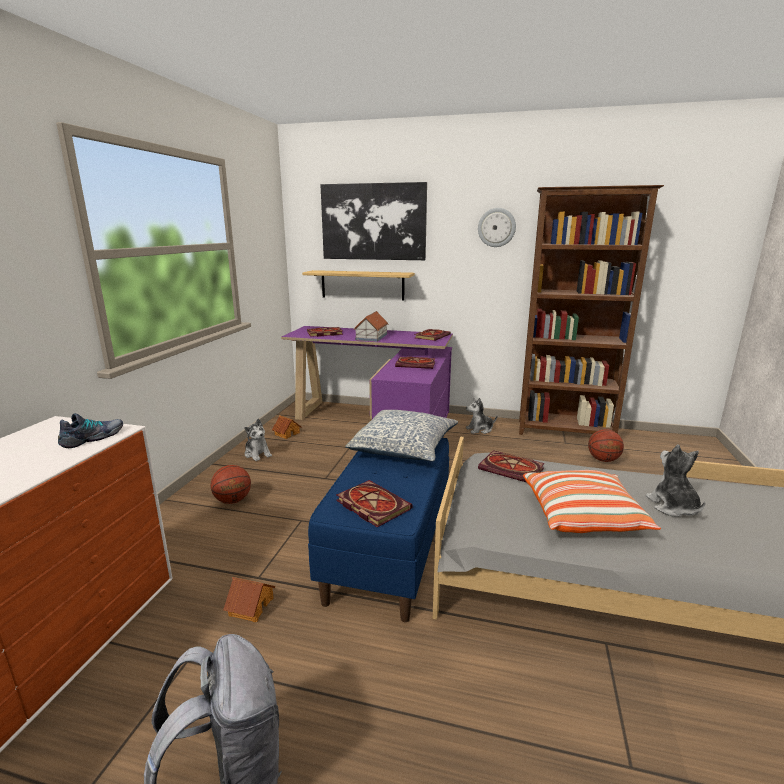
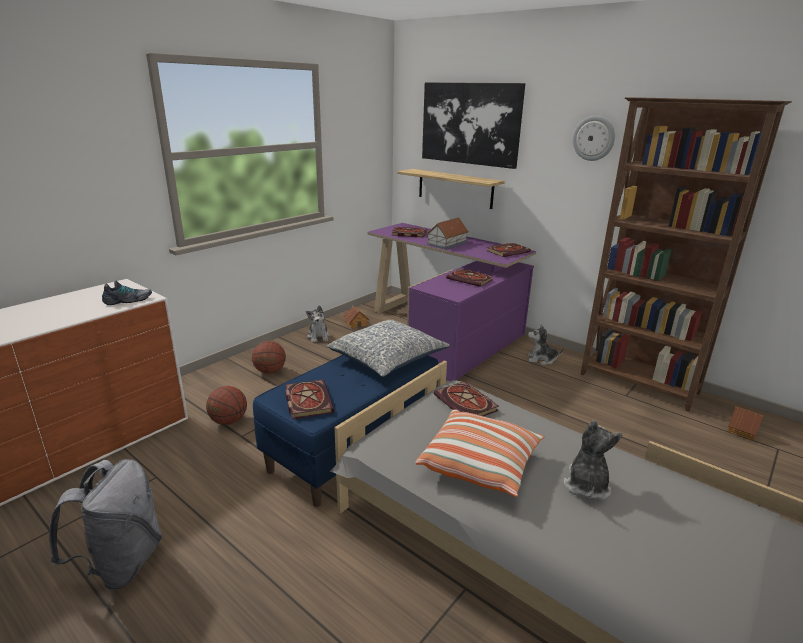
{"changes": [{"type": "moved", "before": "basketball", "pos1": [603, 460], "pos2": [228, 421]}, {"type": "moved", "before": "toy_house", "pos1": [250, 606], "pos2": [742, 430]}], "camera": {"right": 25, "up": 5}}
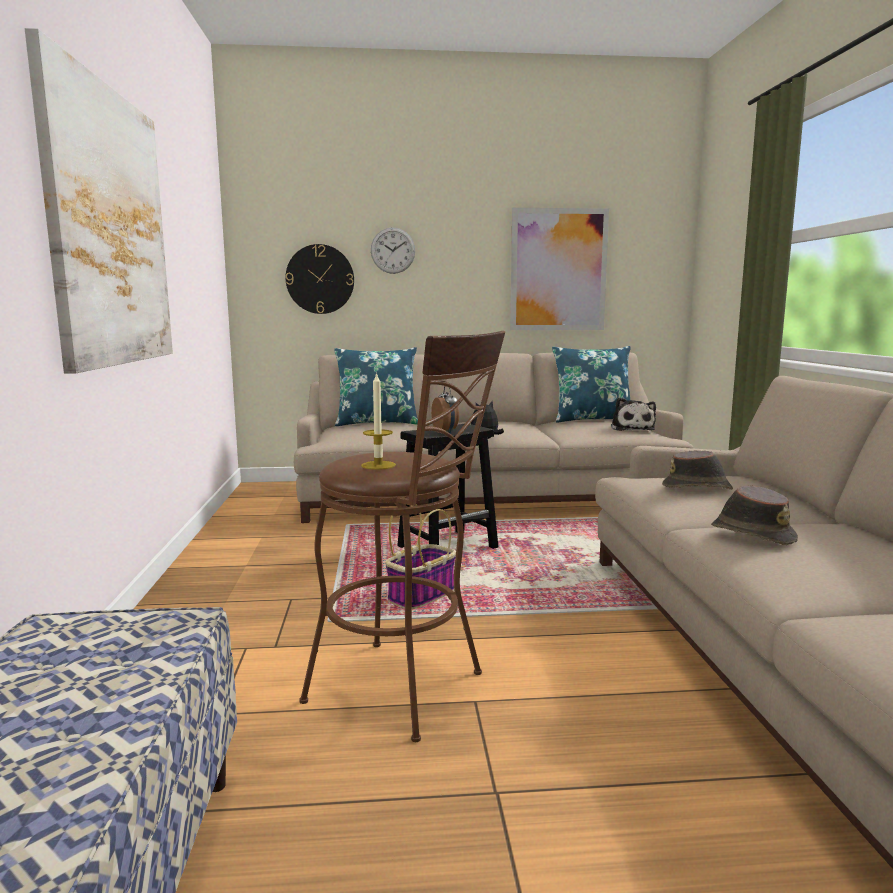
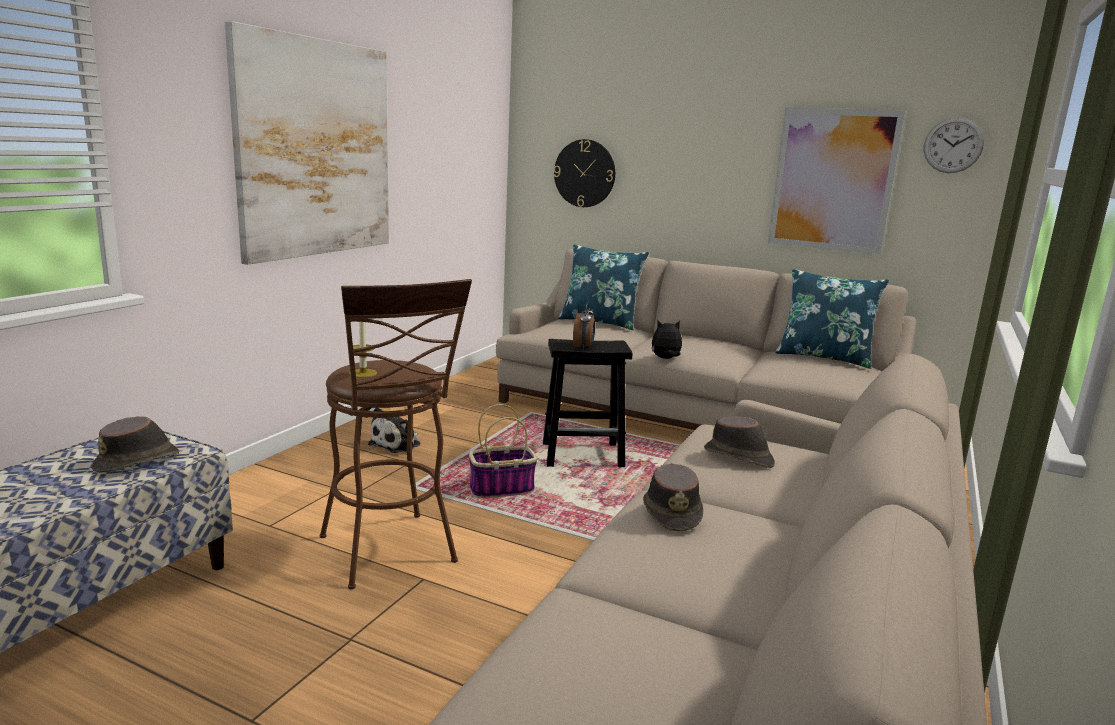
{"changes": [{"type": "moved", "before": "wall_clock", "pos1": [393, 250], "pos2": [953, 145]}, {"type": "moved", "before": "plush_toy", "pos1": [631, 428], "pos2": [397, 444]}, {"type": "added", "after": "brown_hat", "pos2": [138, 461]}], "camera": {"right": 30, "up": 5}}
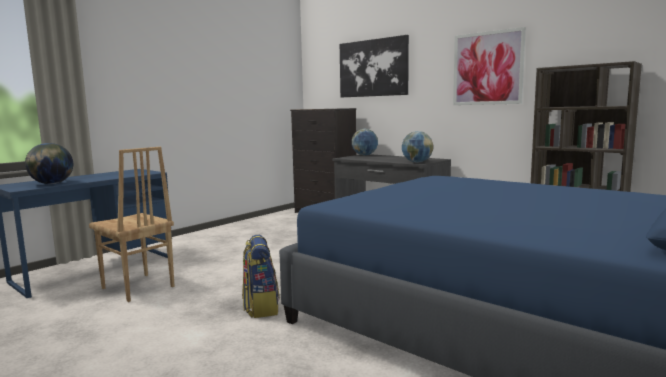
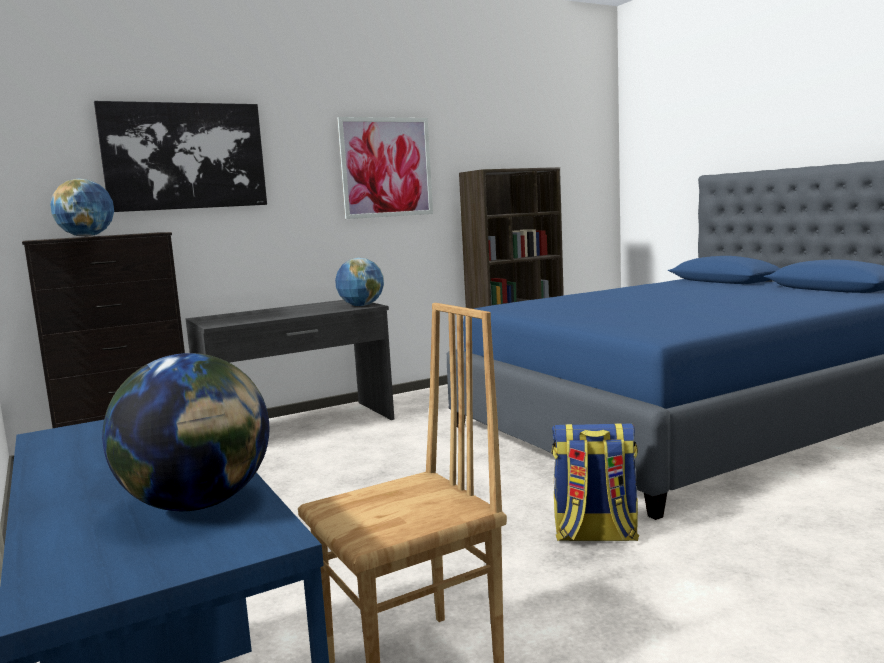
{"changes": [{"type": "moved", "before": "globe", "pos1": [364, 155], "pos2": [87, 236]}], "camera": {"right": -70, "up": 0}}
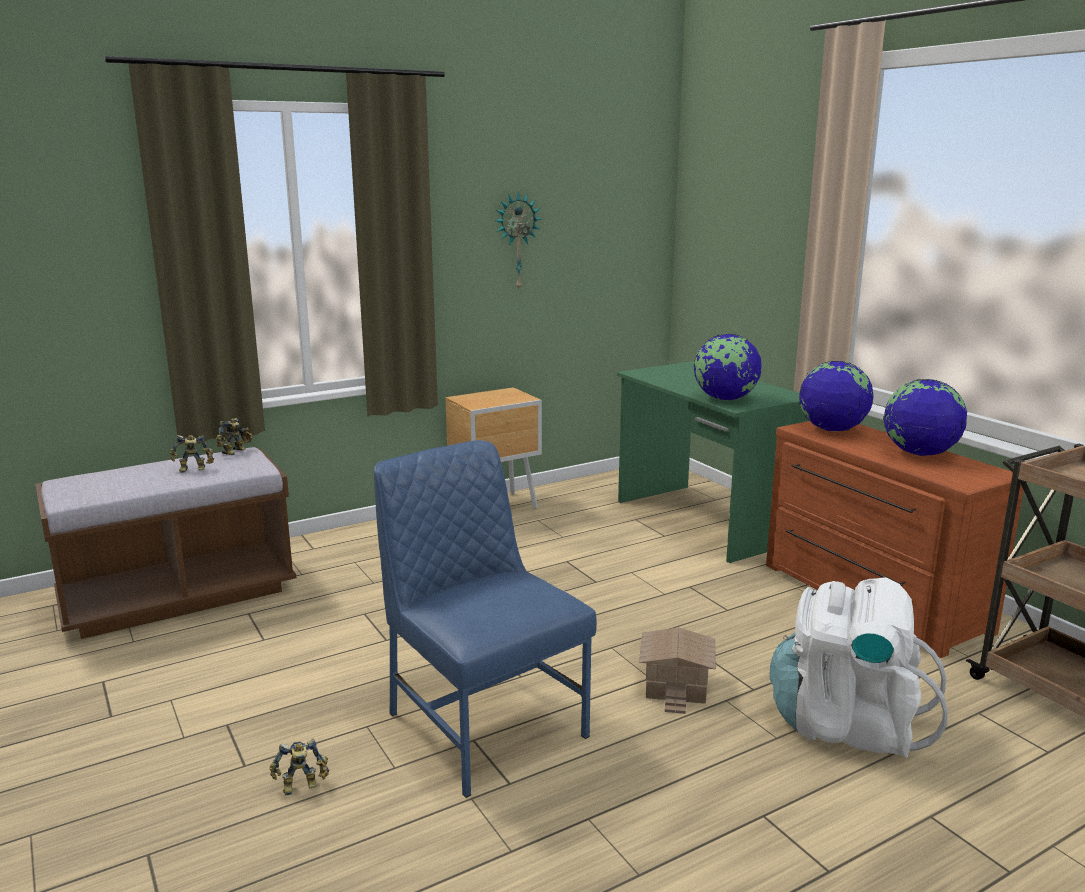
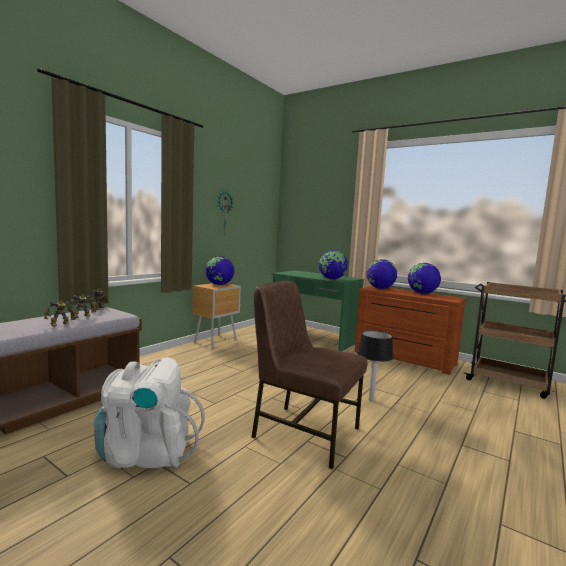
{"changes": [{"type": "recoloured", "before": "blue_chair", "after": "brown_chair", "pos1": [483, 724], "pos2": [304, 432]}, {"type": "moved", "before": "white_backpack", "pos1": [847, 725], "pos2": [147, 453]}, {"type": "replaced", "before": "toy_house", "after": "table_lamp", "pos1": [678, 684], "pos2": [371, 399]}, {"type": "moved", "before": "toy_robot", "pos1": [301, 787], "pos2": [61, 324]}, {"type": "added", "after": "globe", "pos2": [219, 284]}], "camera": {"right": -25, "up": -10}}
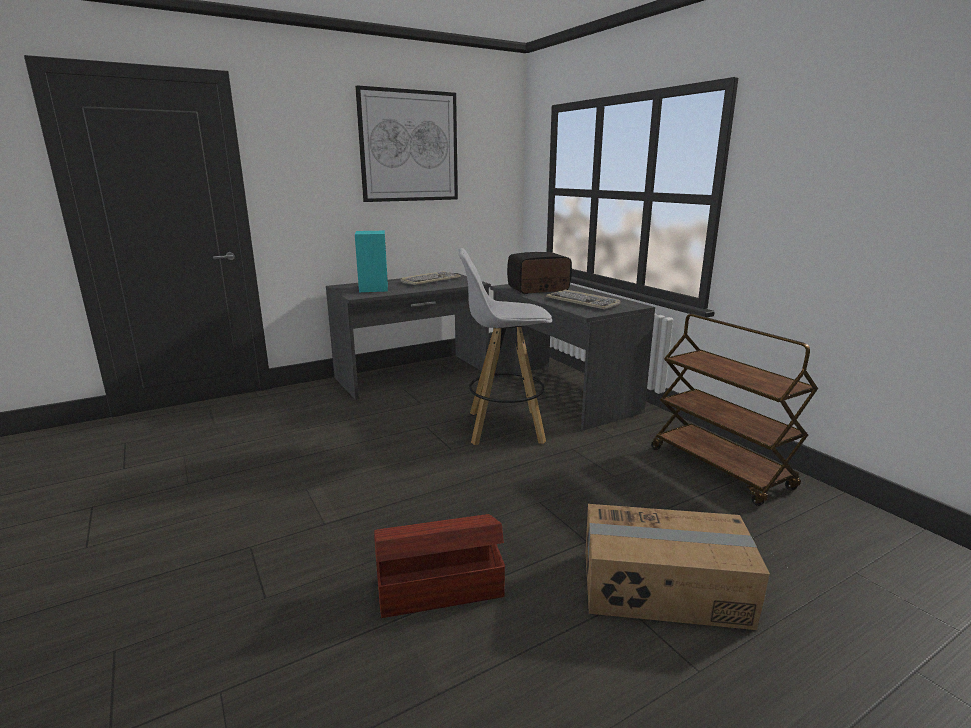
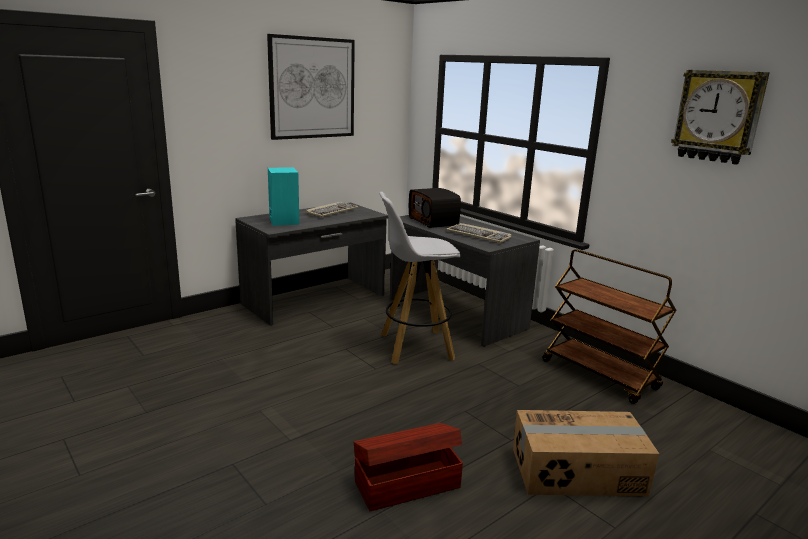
{"changes": [{"type": "turned", "before": "radio", "pos1": [538, 289], "pos2": [434, 221], "turn": -90}, {"type": "added", "after": "wall_clock", "pos2": [718, 116]}], "camera": {"right": -10, "up": 0}}
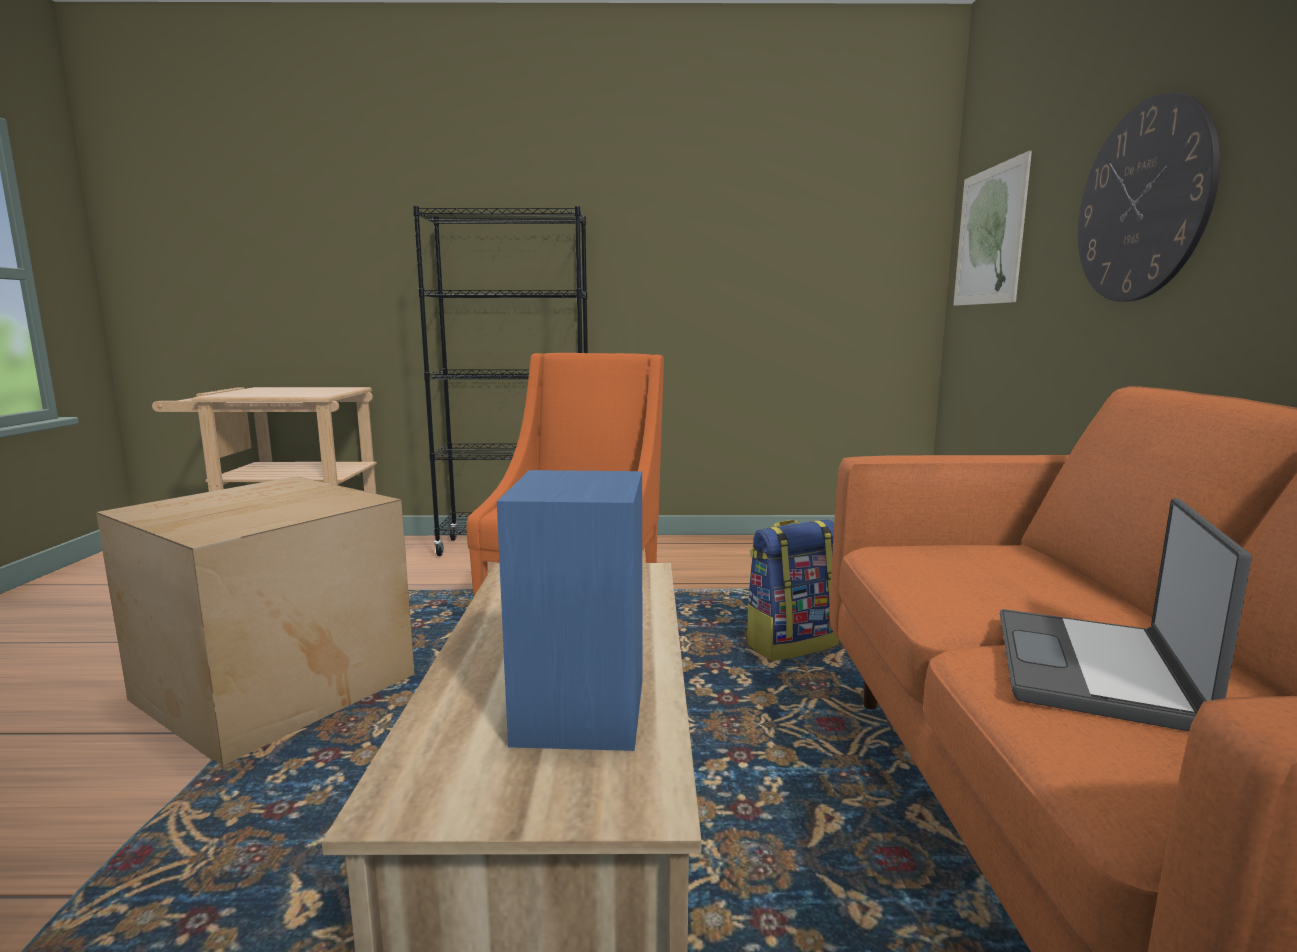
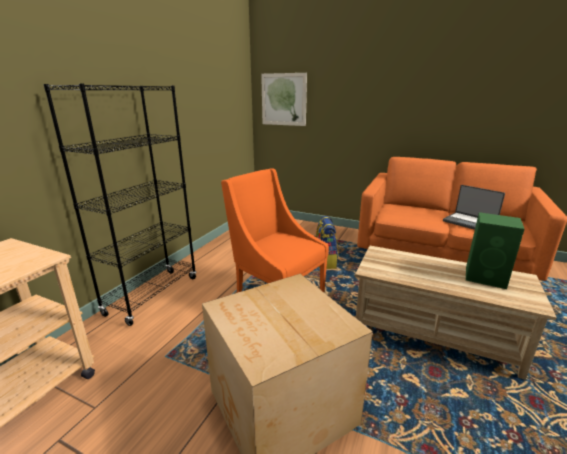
{"changes": [{"type": "removed", "before": "wall_clock", "pos1": [1142, 202]}, {"type": "recoloured", "before": "blue_speaker", "after": "green_speaker", "pos1": [580, 713], "pos2": [486, 277]}], "camera": {"right": -65, "up": 10}}
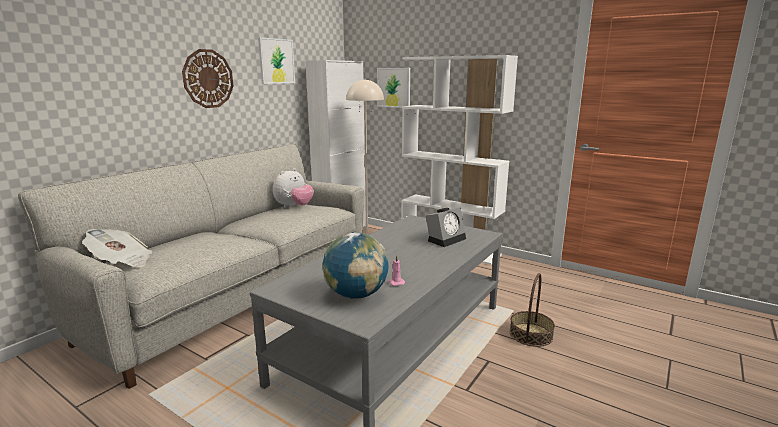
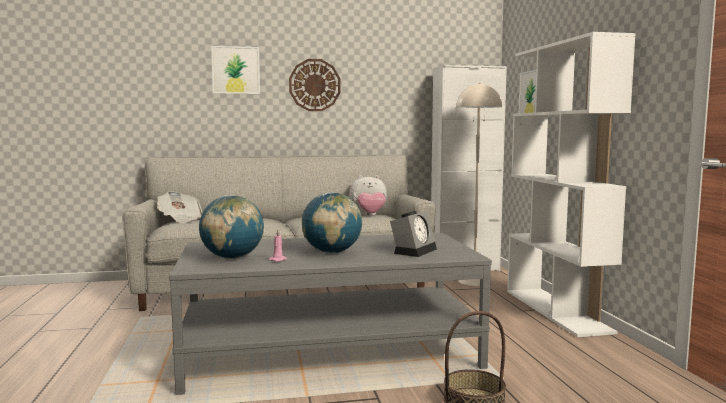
{"changes": [{"type": "moved", "before": "picture", "pos1": [276, 61], "pos2": [236, 70]}, {"type": "turned", "before": "alarm_clock", "pos1": [446, 239], "pos2": [414, 250], "turn": -60}, {"type": "added", "after": "globe", "pos2": [332, 252]}], "camera": {"right": 45, "up": -10}}
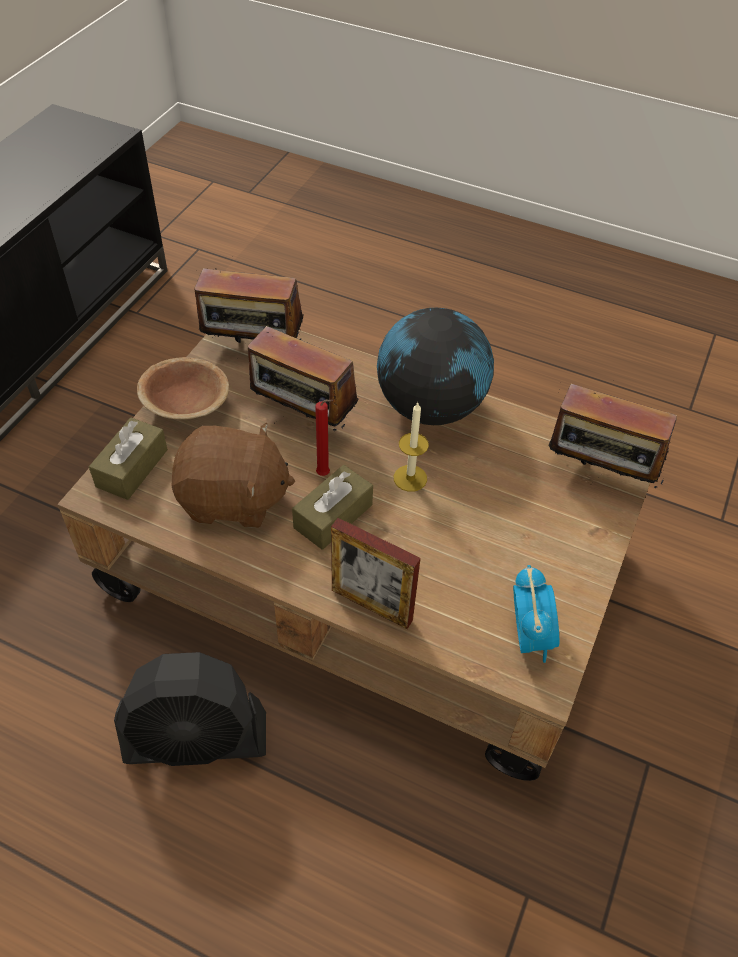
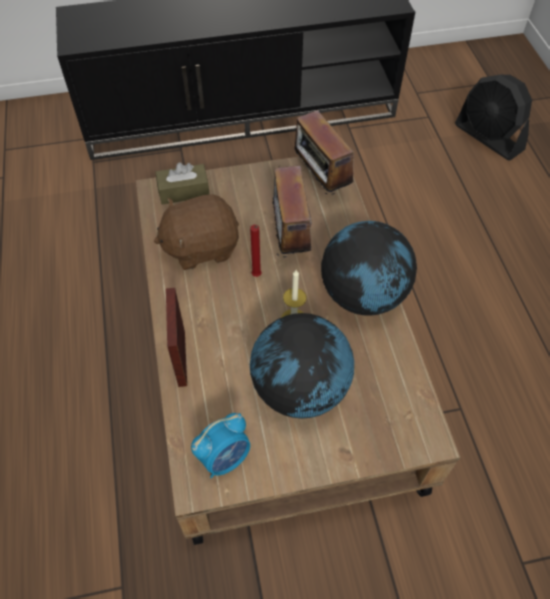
{"changes": [{"type": "removed", "before": "brown_bowl", "pos1": [187, 405]}, {"type": "removed", "before": "radio", "pos1": [598, 474]}, {"type": "turned", "before": "brown_plush_toy", "pos1": [233, 499], "pos2": [201, 247], "turn": 105}, {"type": "removed", "before": "brown_tissue_box", "pos1": [333, 516]}, {"type": "moved", "before": "black_fan", "pos1": [197, 739], "pos2": [488, 138]}, {"type": "added", "after": "globe", "pos2": [300, 389]}], "camera": {"right": 55, "up": 5}}
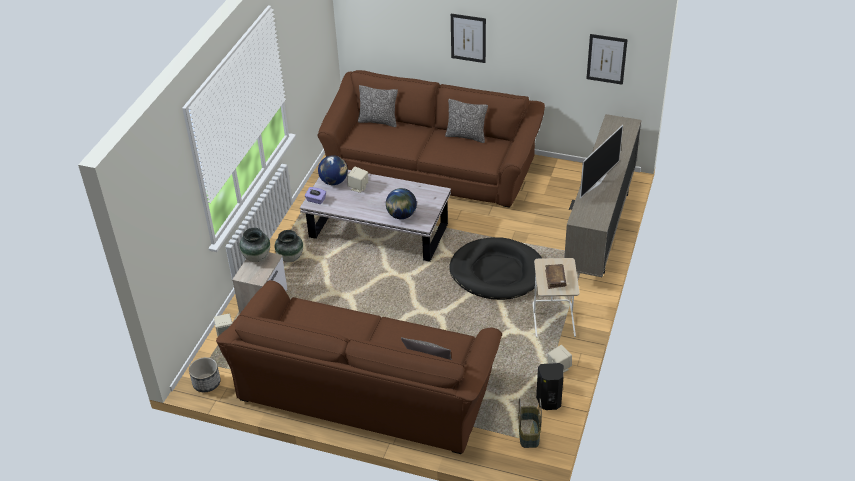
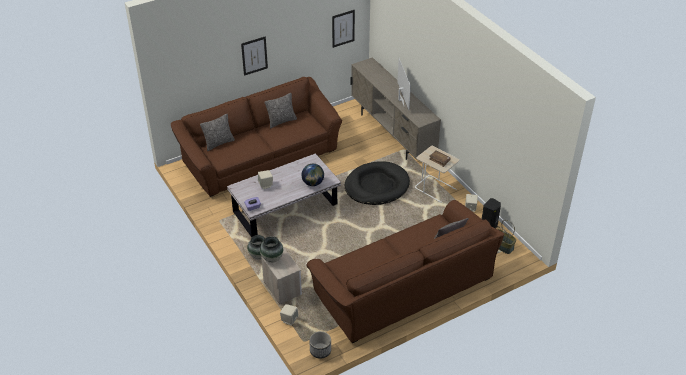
{"changes": [{"type": "removed", "before": "globe", "pos1": [334, 181]}], "camera": {"right": -50, "up": 0}}
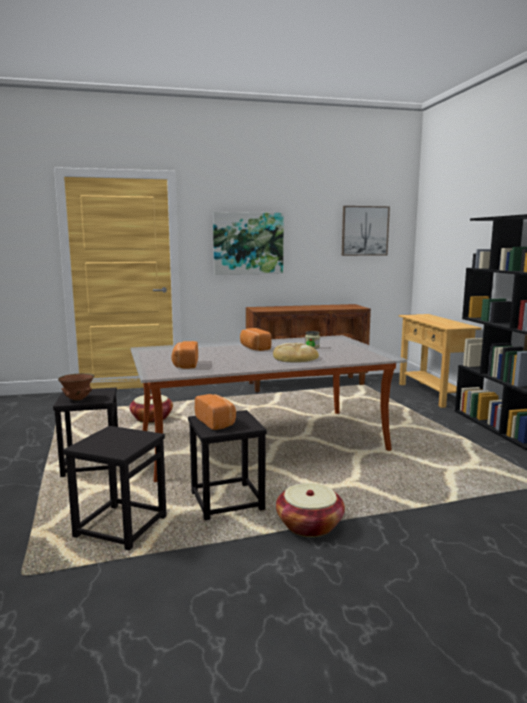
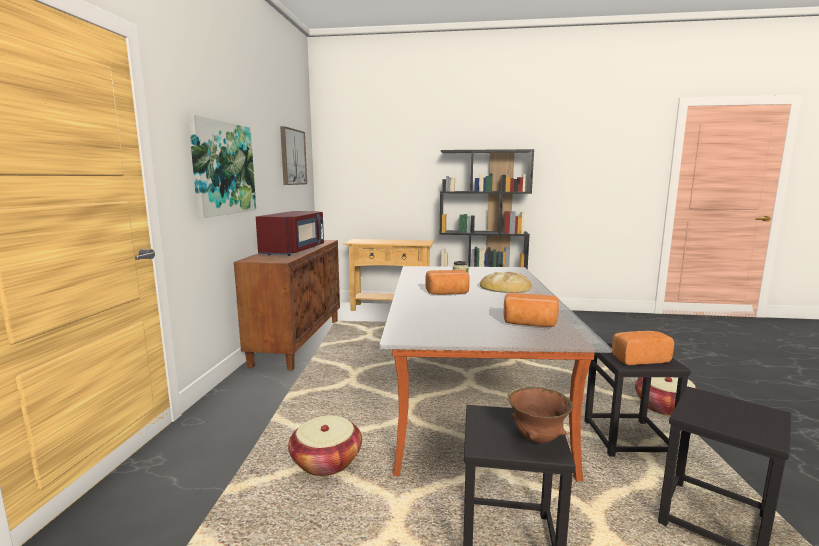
{"changes": [{"type": "added", "after": "red_microwave", "pos2": [294, 251]}], "camera": {"right": -70, "up": 0}}
